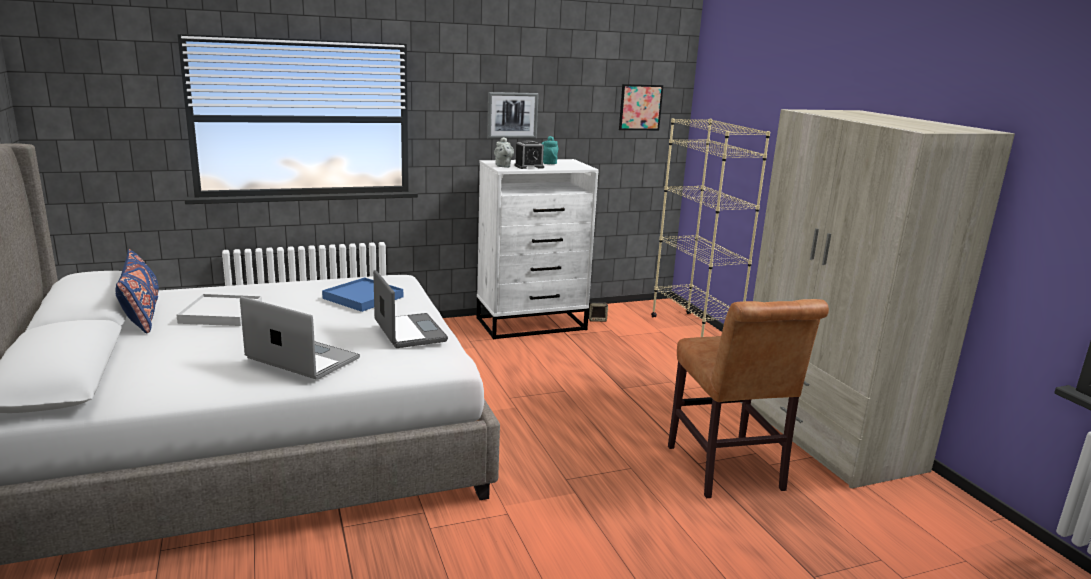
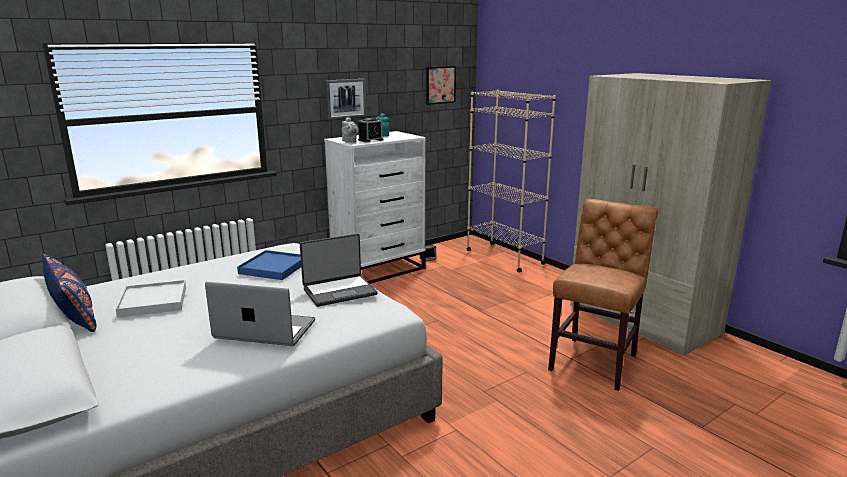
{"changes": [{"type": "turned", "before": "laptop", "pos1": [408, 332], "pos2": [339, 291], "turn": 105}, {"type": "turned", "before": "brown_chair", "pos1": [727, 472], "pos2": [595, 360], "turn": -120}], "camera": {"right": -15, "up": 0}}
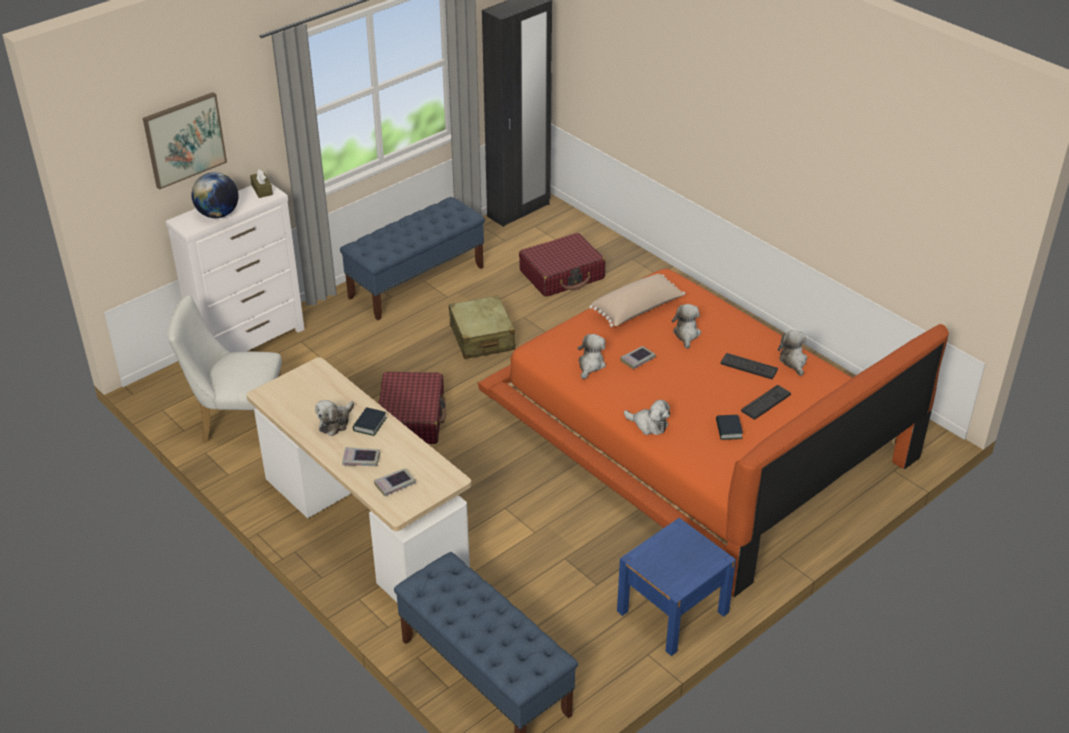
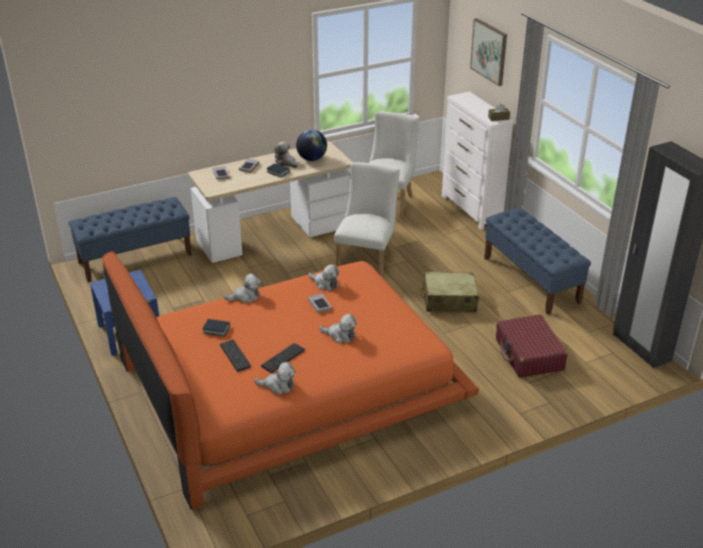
{"changes": [{"type": "moved", "before": "globe", "pos1": [218, 214], "pos2": [312, 159]}, {"type": "removed", "before": "beige_pillow", "pos1": [637, 310]}, {"type": "replaced", "before": "red_suitcase", "after": "white_chair", "pos1": [411, 418], "pos2": [367, 260]}, {"type": "turned", "before": "plush_toy", "pos1": [649, 425], "pos2": [245, 297], "turn": -150}], "camera": {"right": 105, "up": -5}}
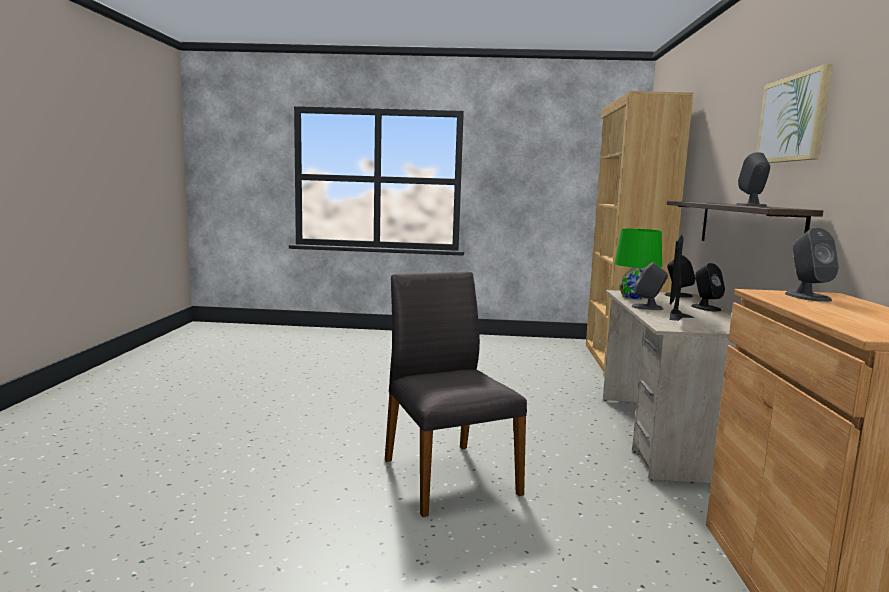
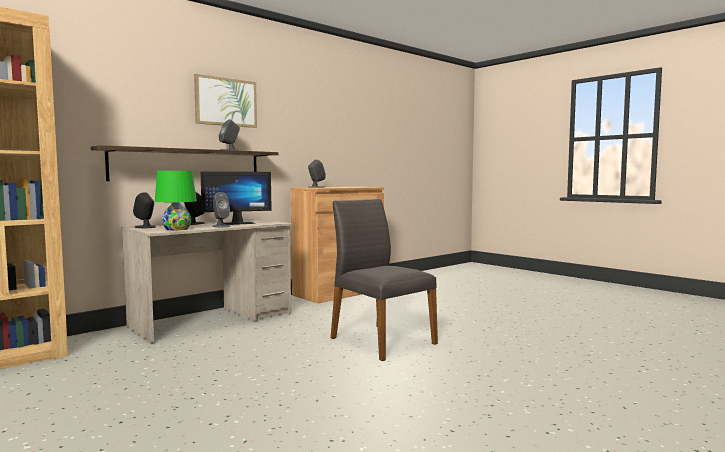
{"changes": [{"type": "turned", "before": "grey_chair", "pos1": [447, 476], "pos2": [380, 340], "turn": 120}], "camera": {"right": -135, "up": -5}}
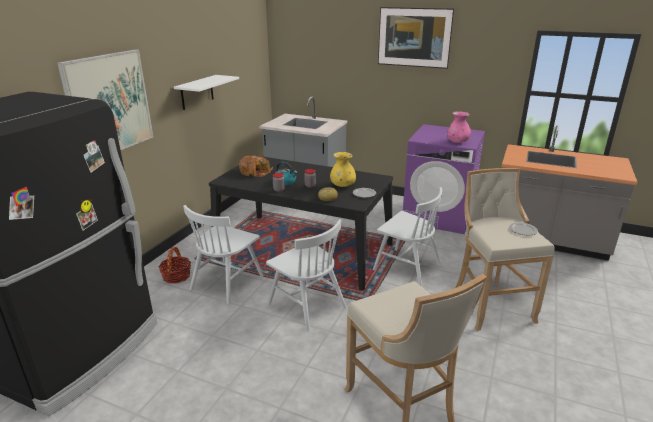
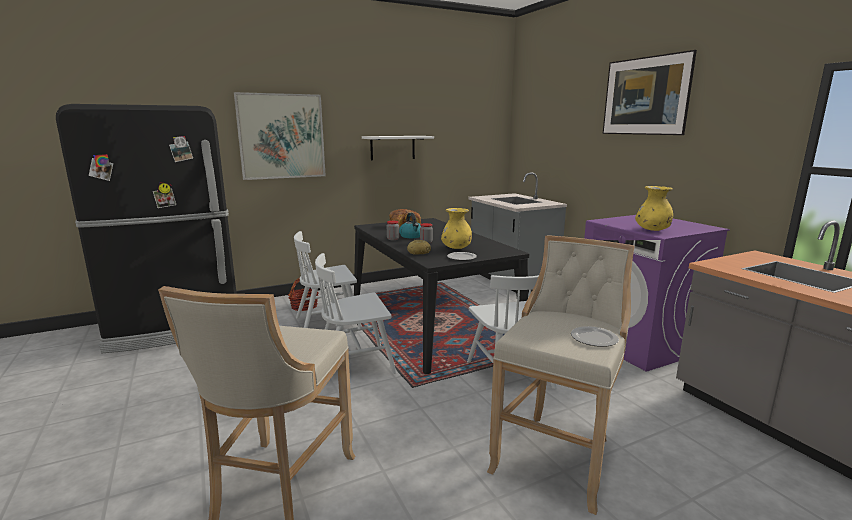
{"changes": [{"type": "recoloured", "before": "pink_vase", "after": "yellow_vase", "pos1": [457, 142], "pos2": [652, 230]}, {"type": "turned", "before": "white_chair", "pos1": [306, 305], "pos2": [355, 364], "turn": 75}], "camera": {"right": 40, "up": -10}}
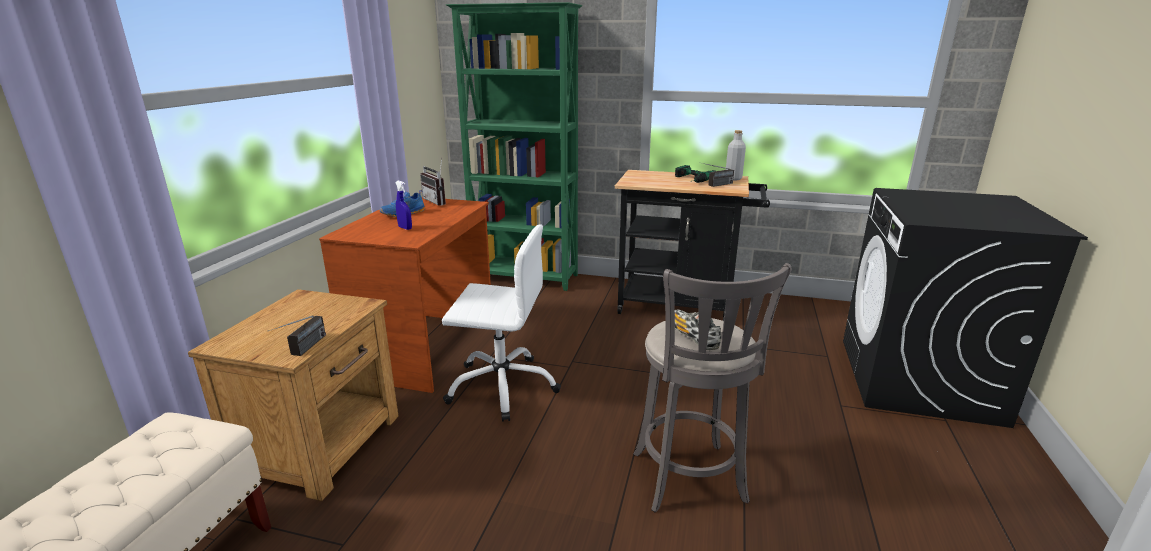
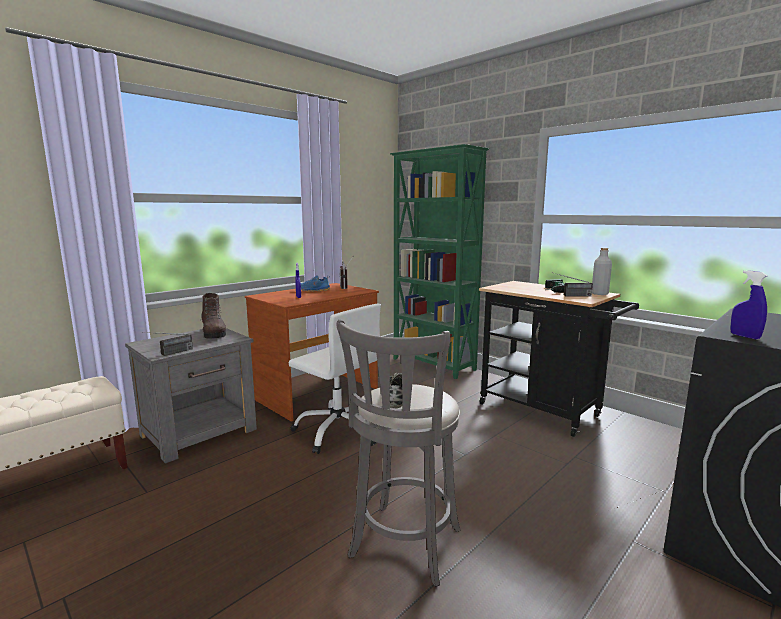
{"changes": [{"type": "recoloured", "before": "brown_nightstand", "after": "grey_nightstand", "pos1": [323, 445], "pos2": [201, 432]}, {"type": "added", "after": "blue_spray_bottle", "pos2": [744, 336]}, {"type": "added", "after": "brown_boot", "pos2": [214, 334]}], "camera": {"right": 30, "up": -10}}
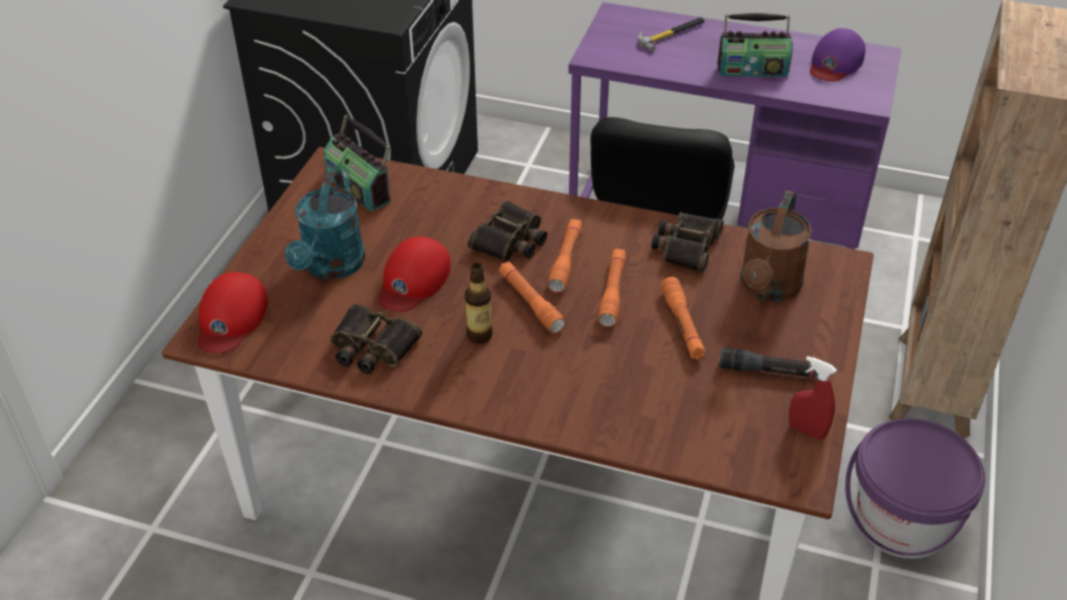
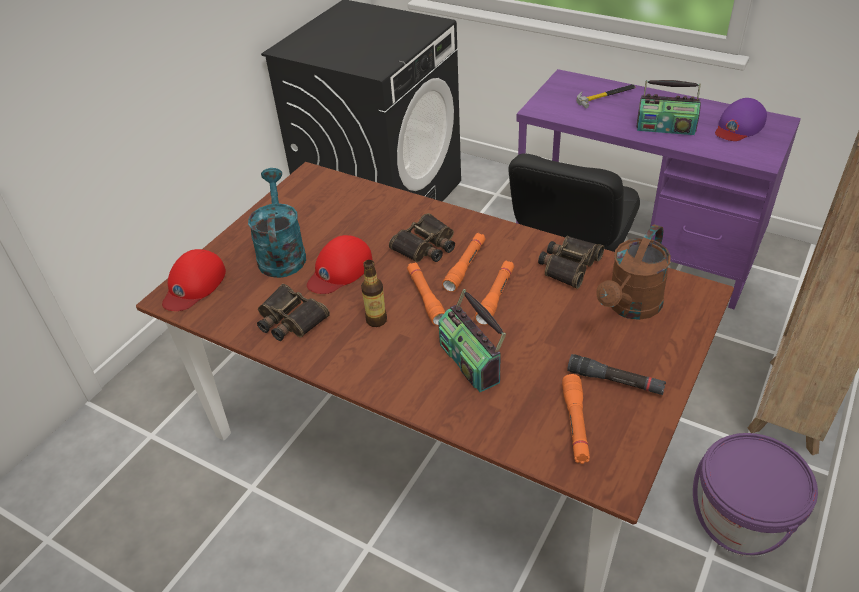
{"changes": [{"type": "moved", "before": "radio", "pos1": [360, 187], "pos2": [471, 361]}, {"type": "turned", "before": "turquoise_watering_can", "pos1": [331, 267], "pos2": [281, 253], "turn": 150}, {"type": "moved", "before": "orange_flashlight", "pos1": [682, 325], "pos2": [575, 424]}, {"type": "removed", "before": "red_spray_bottle", "pos1": [806, 431]}], "camera": {"right": 15, "up": 0}}
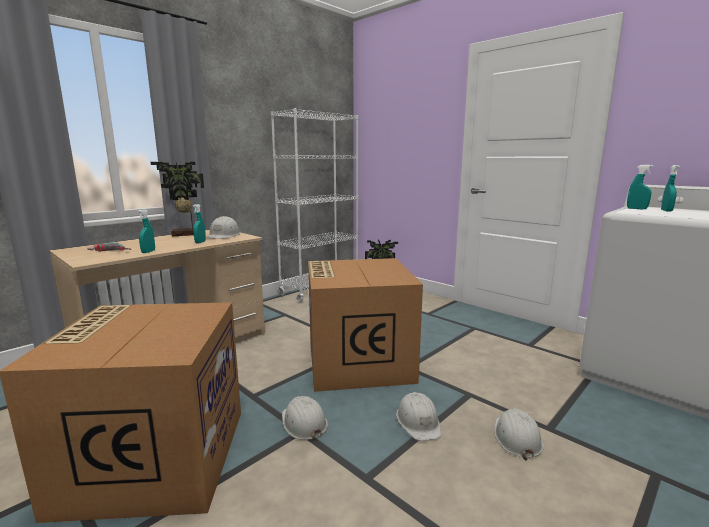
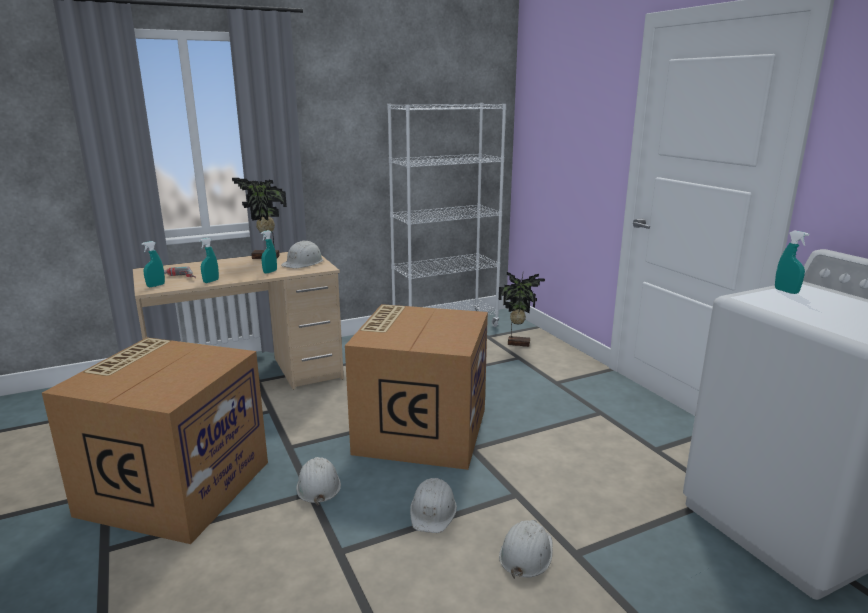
{"changes": [{"type": "moved", "before": "turquoise_spray_bottle", "pos1": [666, 211], "pos2": [156, 285]}], "camera": {"right": 20, "up": 5}}
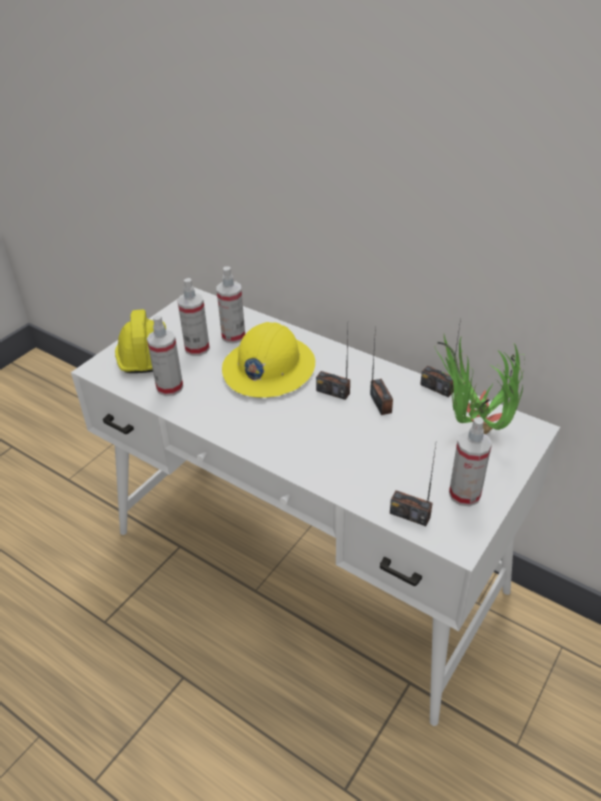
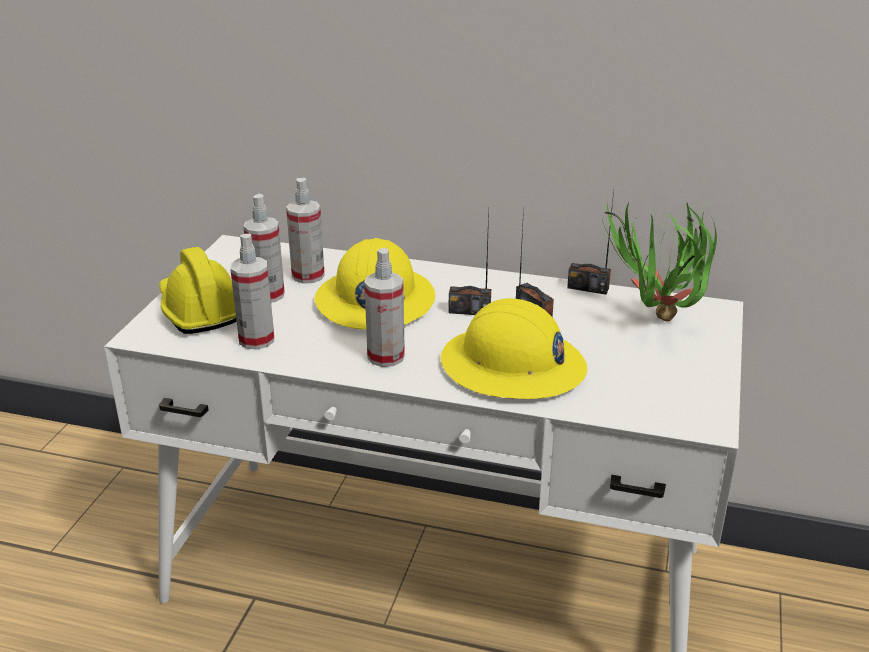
{"changes": [{"type": "moved", "before": "spray_bottle", "pos1": [464, 494], "pos2": [386, 356]}, {"type": "removed", "before": "radio", "pos1": [410, 515]}, {"type": "added", "after": "yellow_hard_hat", "pos2": [513, 367]}], "camera": {"right": -20, "up": -10}}
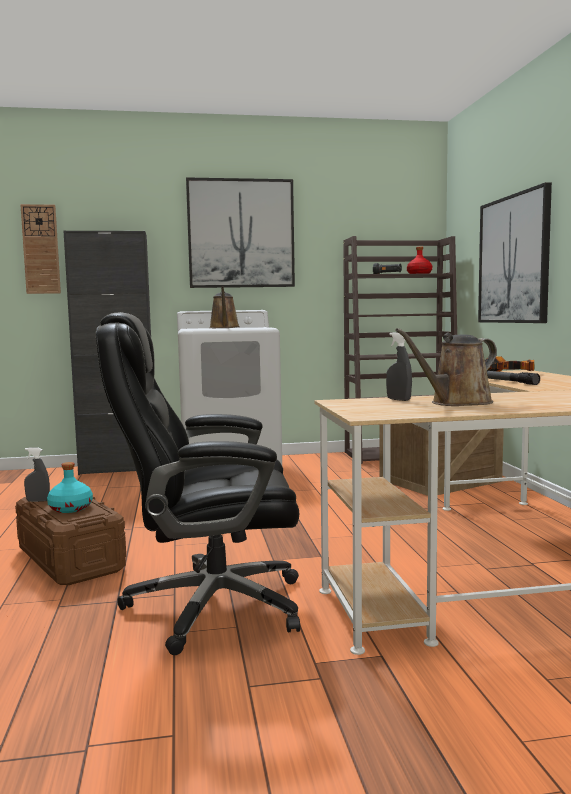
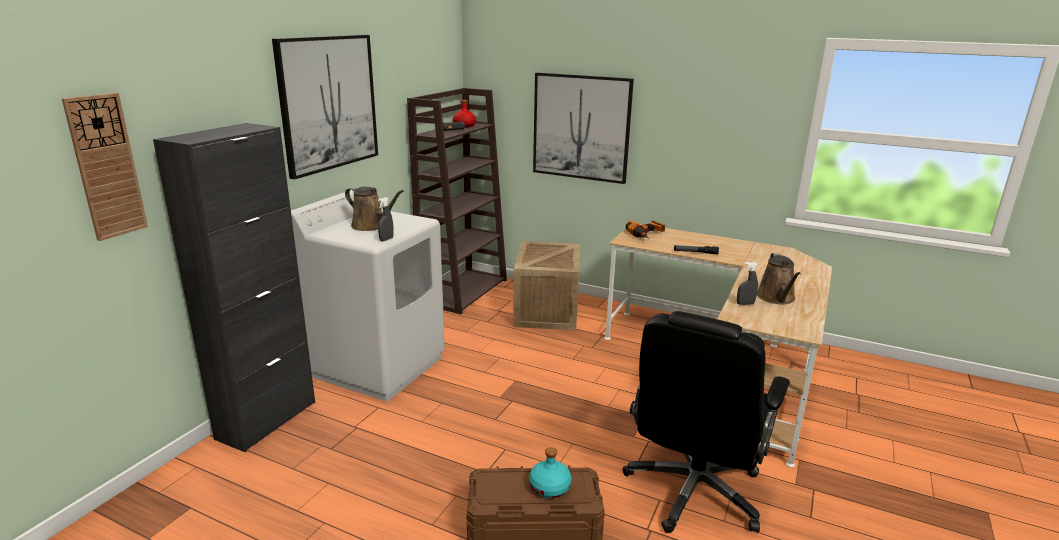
{"changes": [{"type": "moved", "before": "grey_spray_bottle", "pos1": [38, 501], "pos2": [386, 239]}], "camera": {"right": -55, "up": 15}}
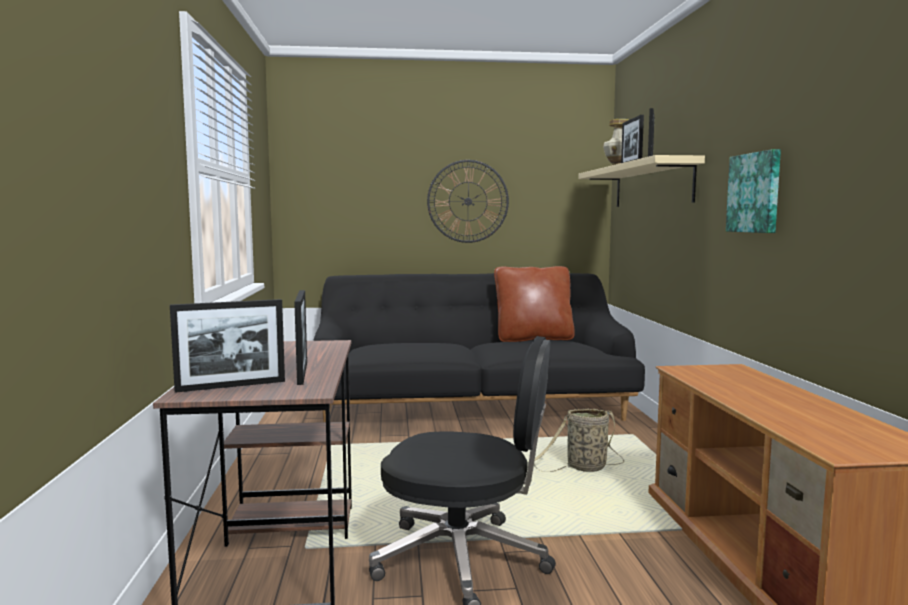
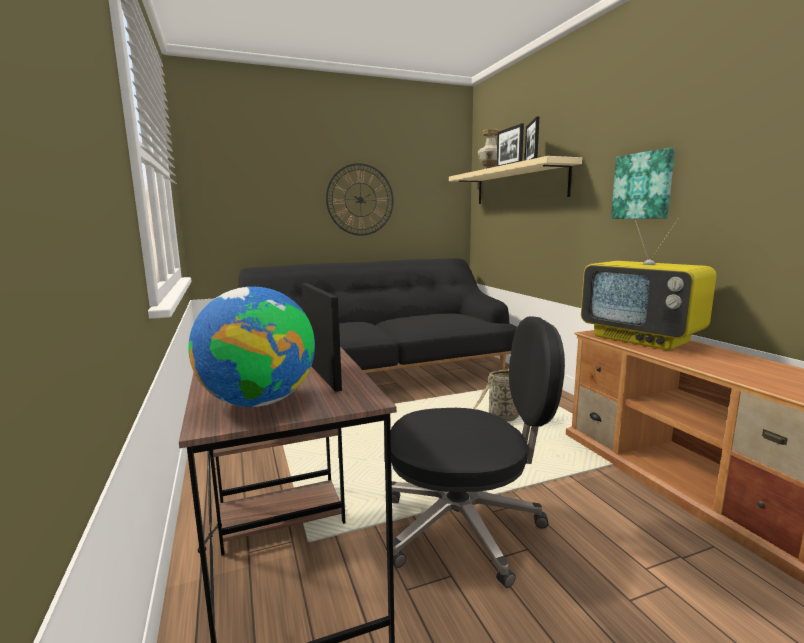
{"changes": [{"type": "removed", "before": "brown_pillow", "pos1": [533, 339]}, {"type": "replaced", "before": "picture_frame", "after": "globe", "pos1": [231, 386], "pos2": [259, 402]}, {"type": "added", "after": "television", "pos2": [642, 339]}], "camera": {"right": -15, "up": 5}}
